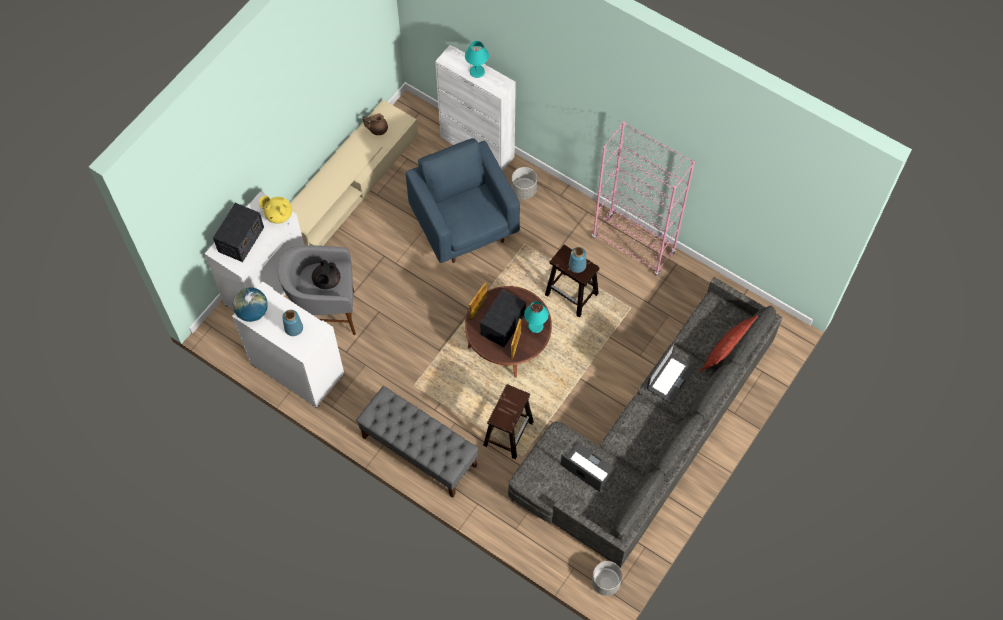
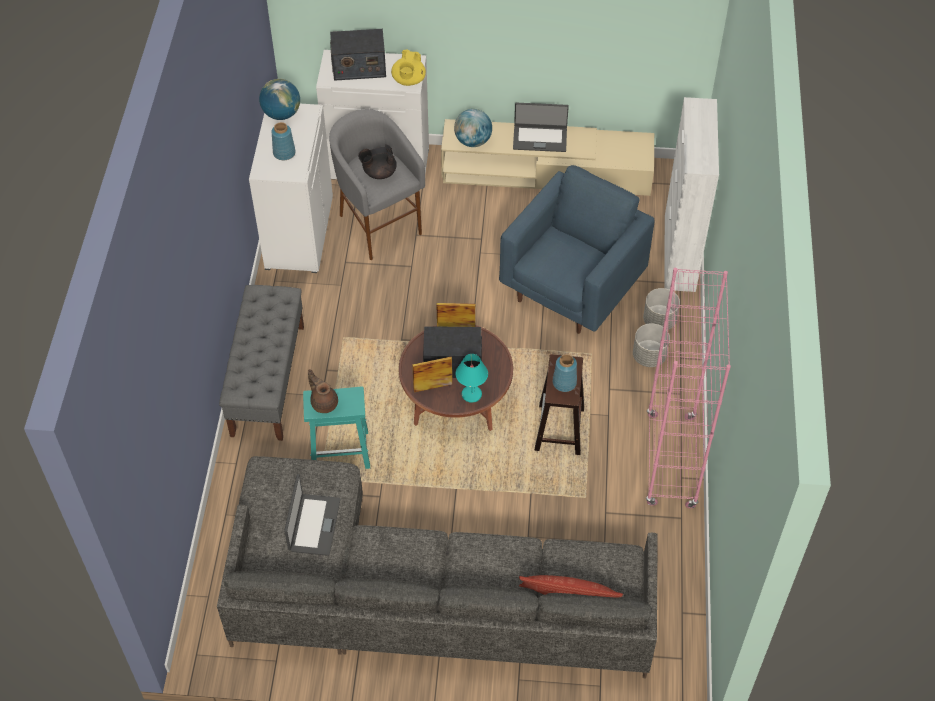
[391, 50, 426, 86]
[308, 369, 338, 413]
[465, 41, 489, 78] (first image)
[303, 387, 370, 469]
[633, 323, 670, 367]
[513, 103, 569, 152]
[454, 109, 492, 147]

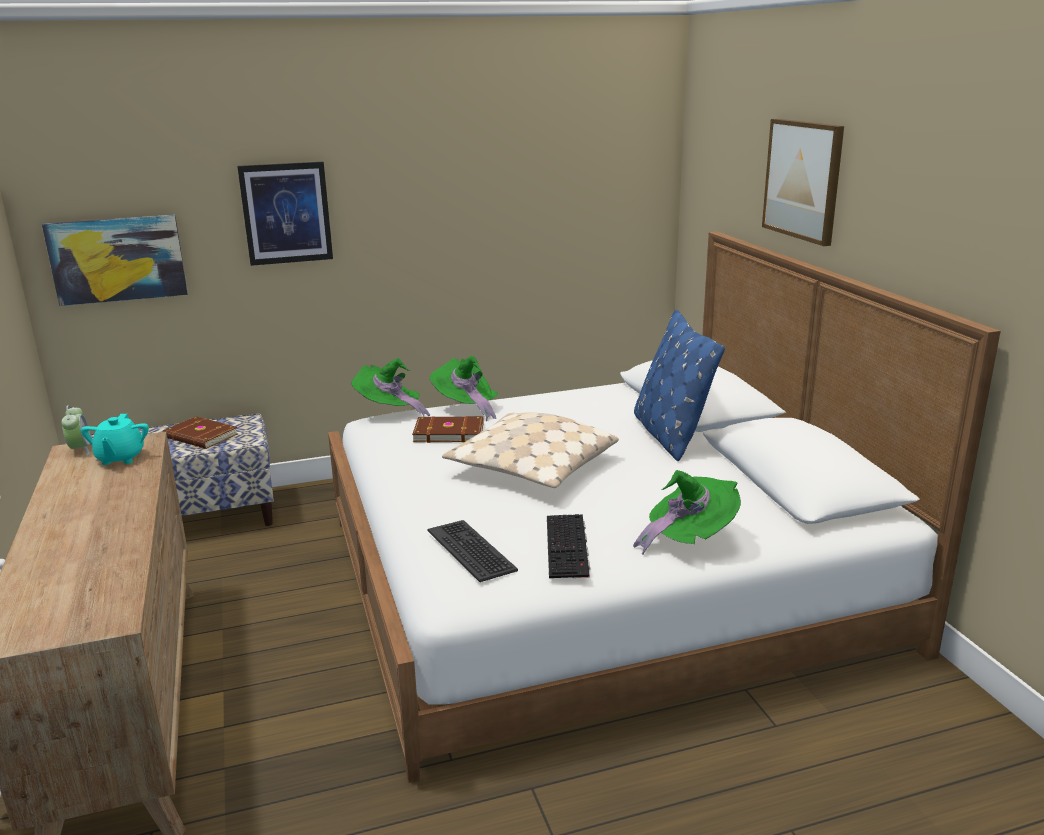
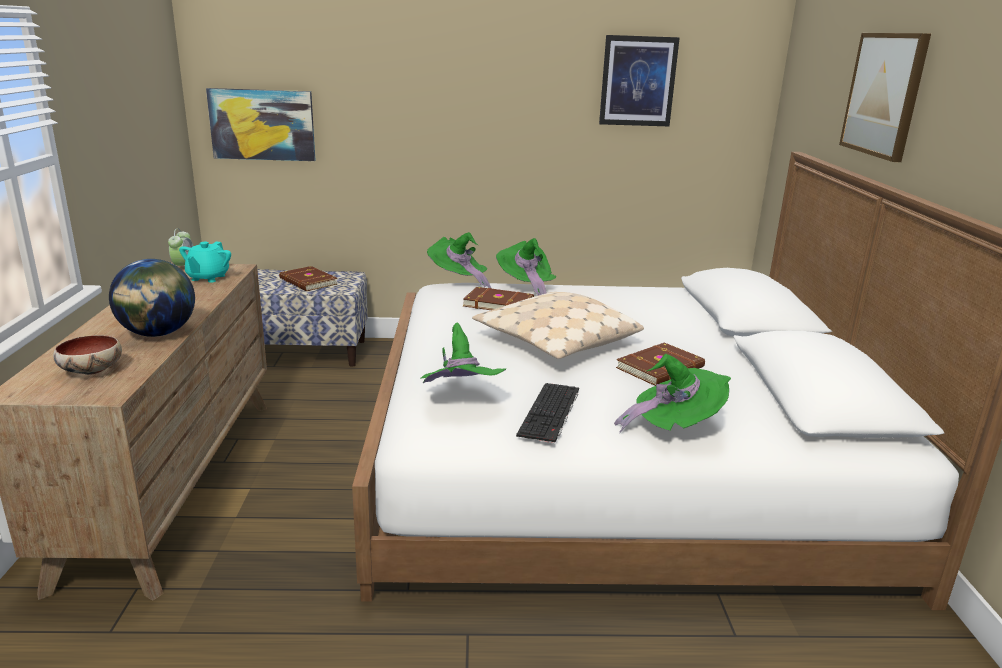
[599, 35, 680, 126]
[420, 322, 506, 383]
[634, 309, 725, 461] (first image)
[53, 335, 122, 375]
[109, 259, 195, 337]
[616, 342, 705, 386]

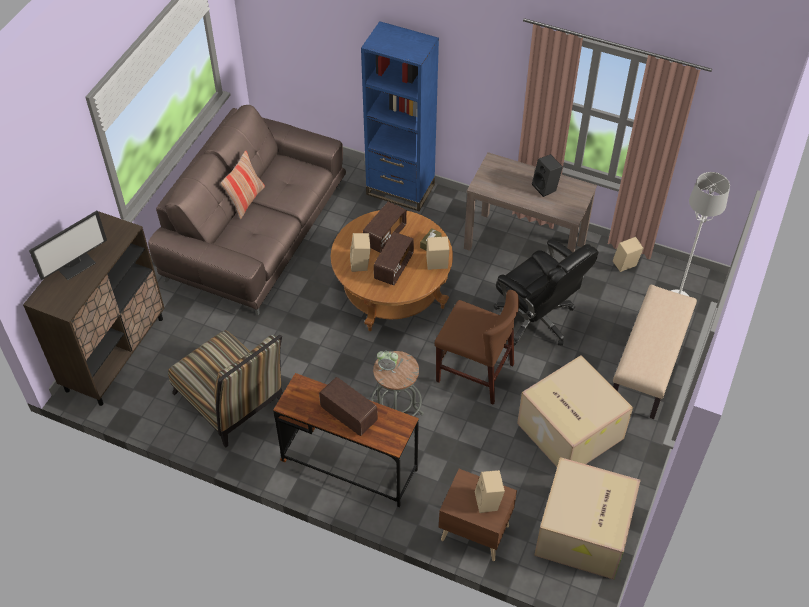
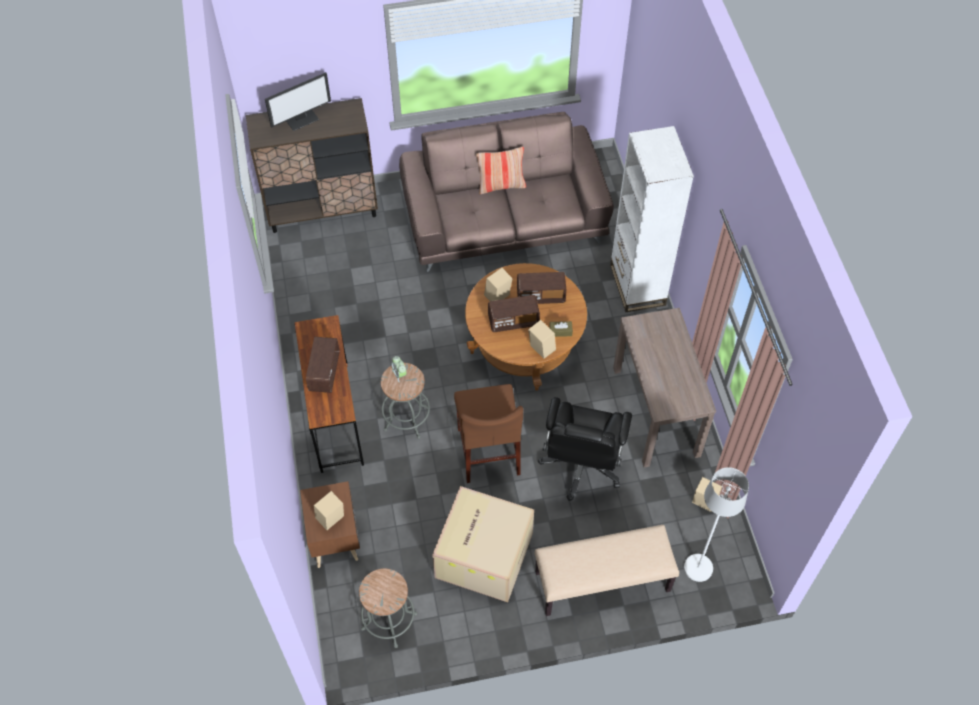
[265, 72, 331, 131]
[168, 330, 283, 447] (first image)
[610, 126, 694, 312]
[532, 154, 563, 197] (first image)
[359, 569, 417, 648]

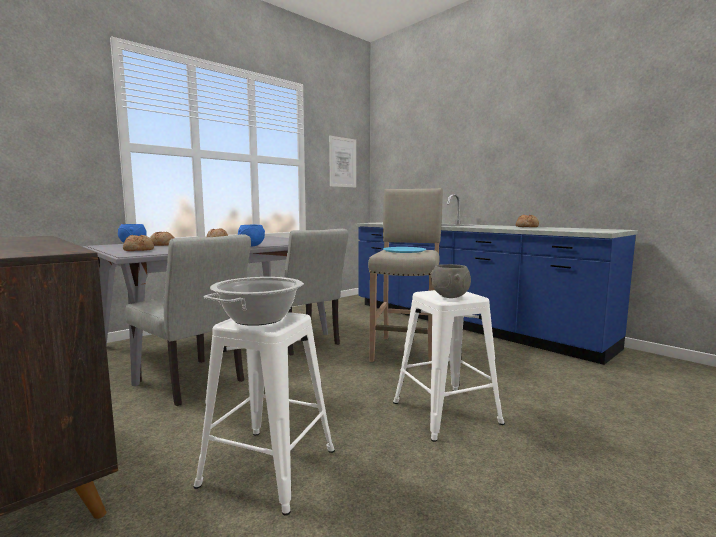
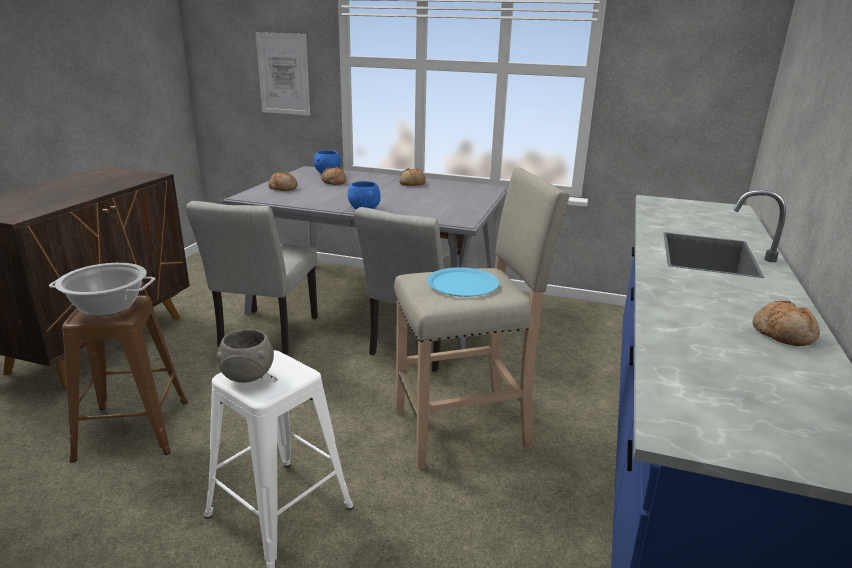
[62, 295, 188, 463]
[256, 32, 310, 115]

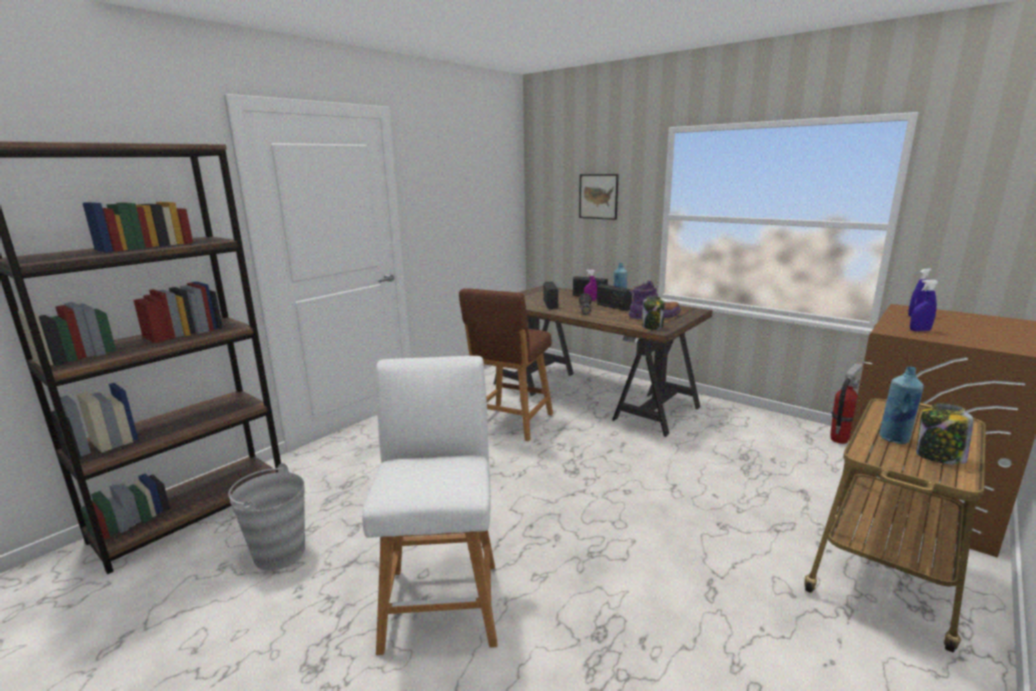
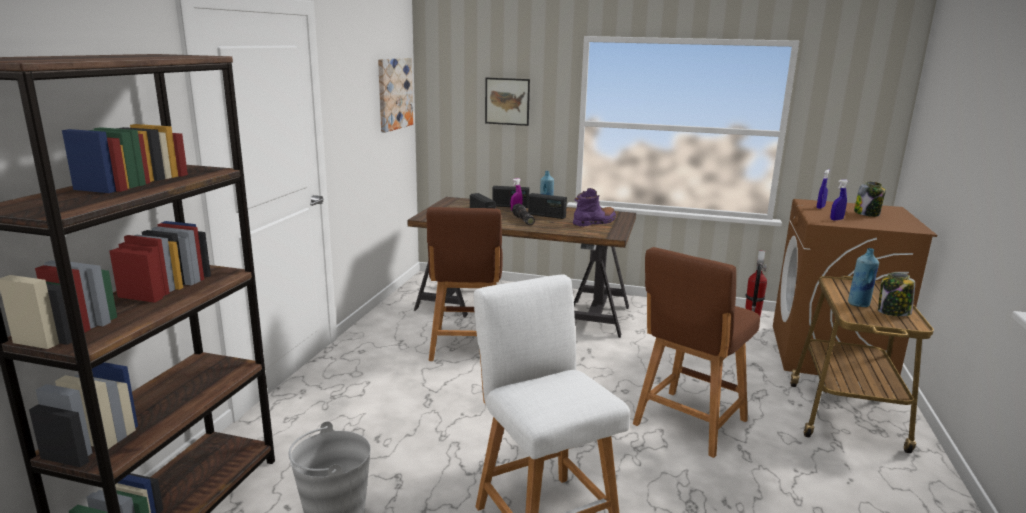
[854, 181, 886, 217]
[378, 58, 413, 133]
[633, 247, 760, 458]

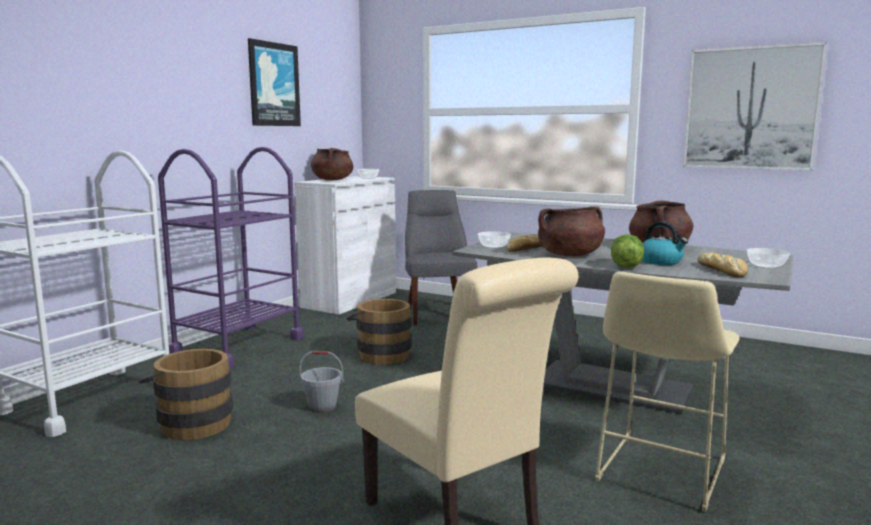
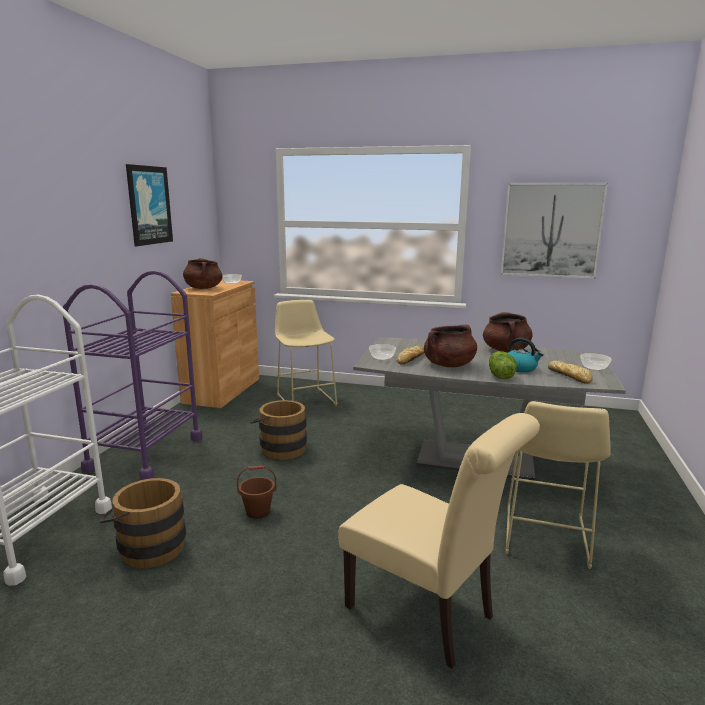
[171, 280, 259, 408]
[237, 466, 277, 519]
[275, 300, 338, 406]

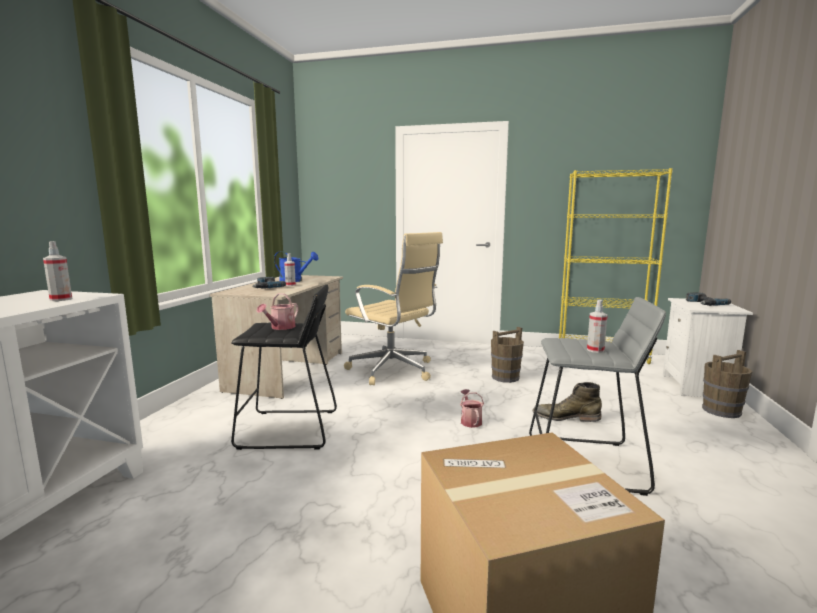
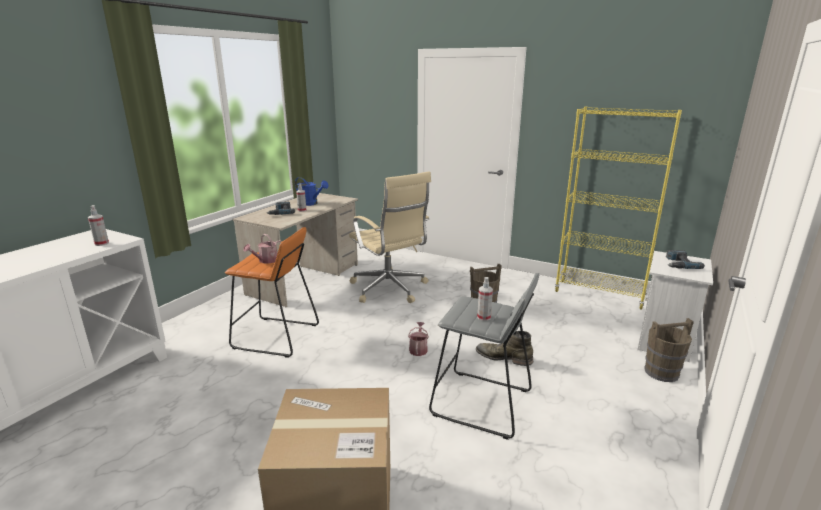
[225, 227, 319, 358]

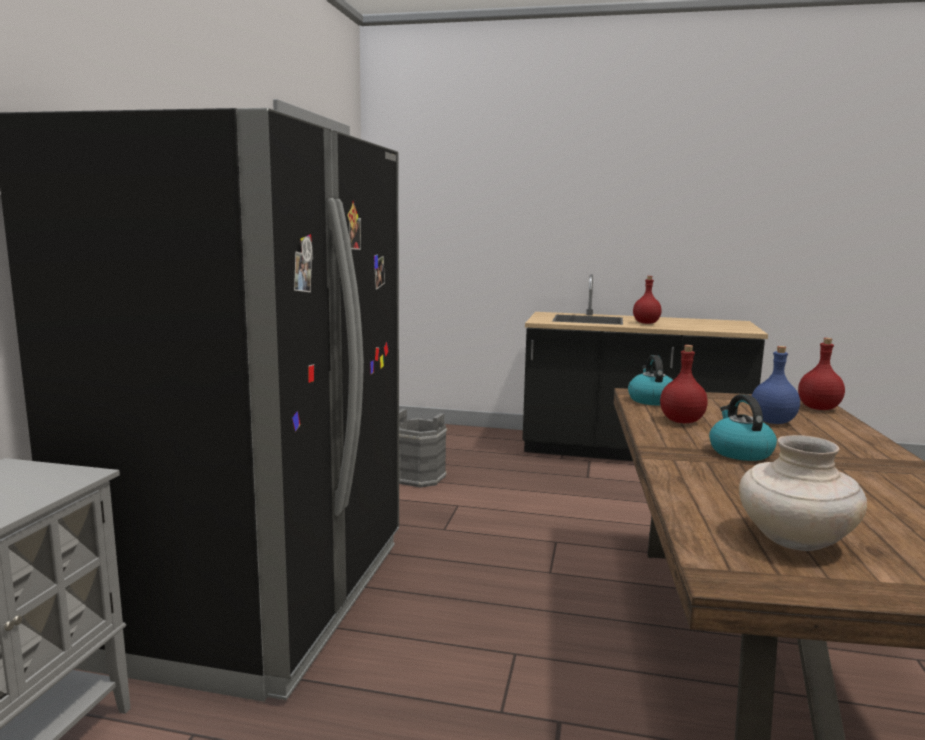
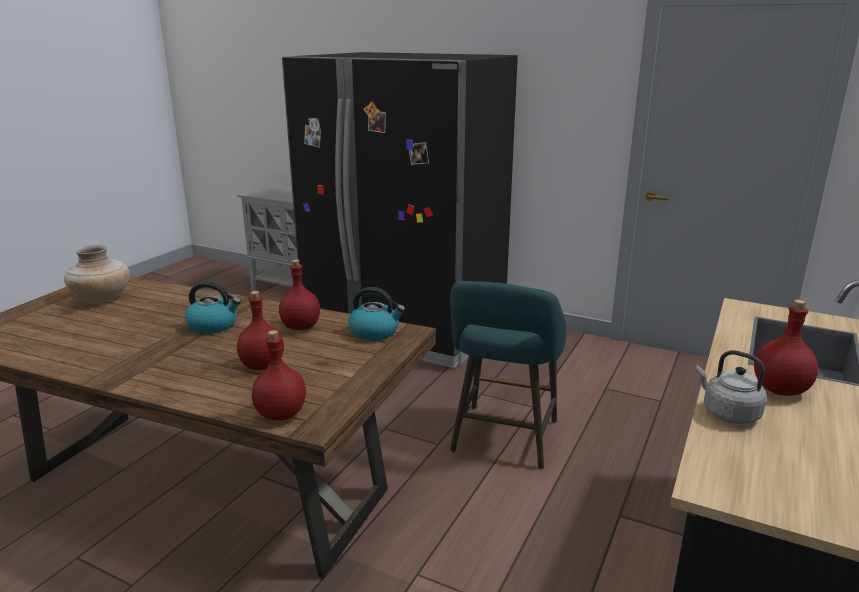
[399, 409, 447, 488] (first image)
[237, 291, 284, 370]
[450, 281, 567, 469]
[696, 350, 767, 424]

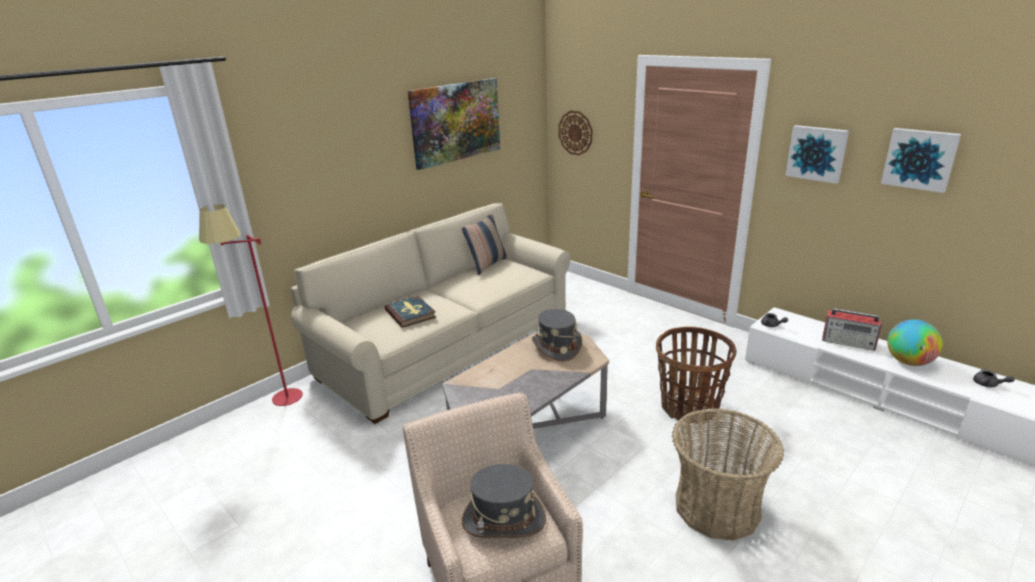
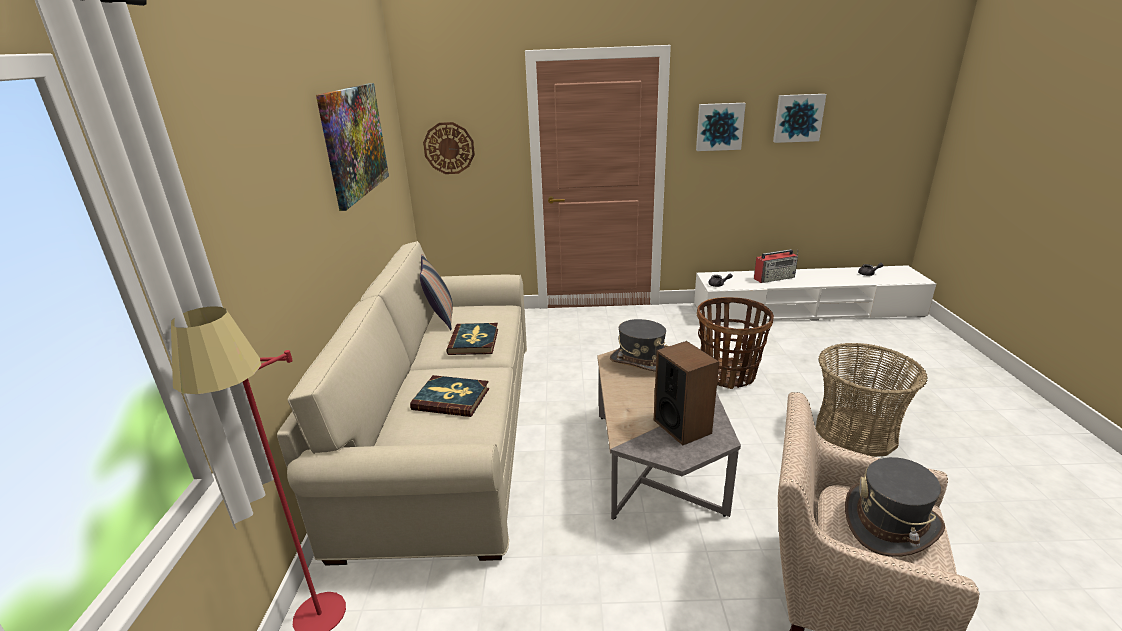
[887, 319, 943, 366] (first image)
[446, 323, 498, 355]
[654, 341, 719, 445]

